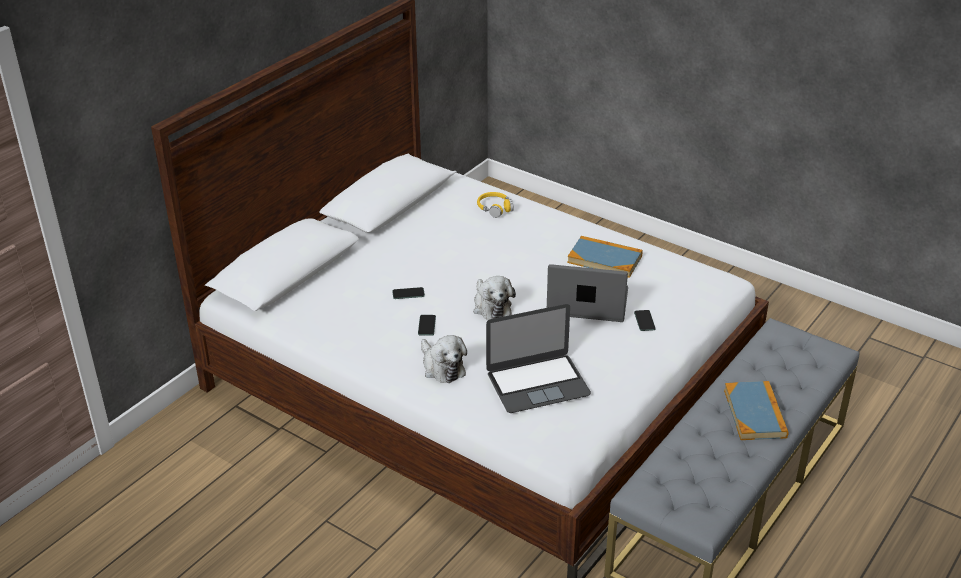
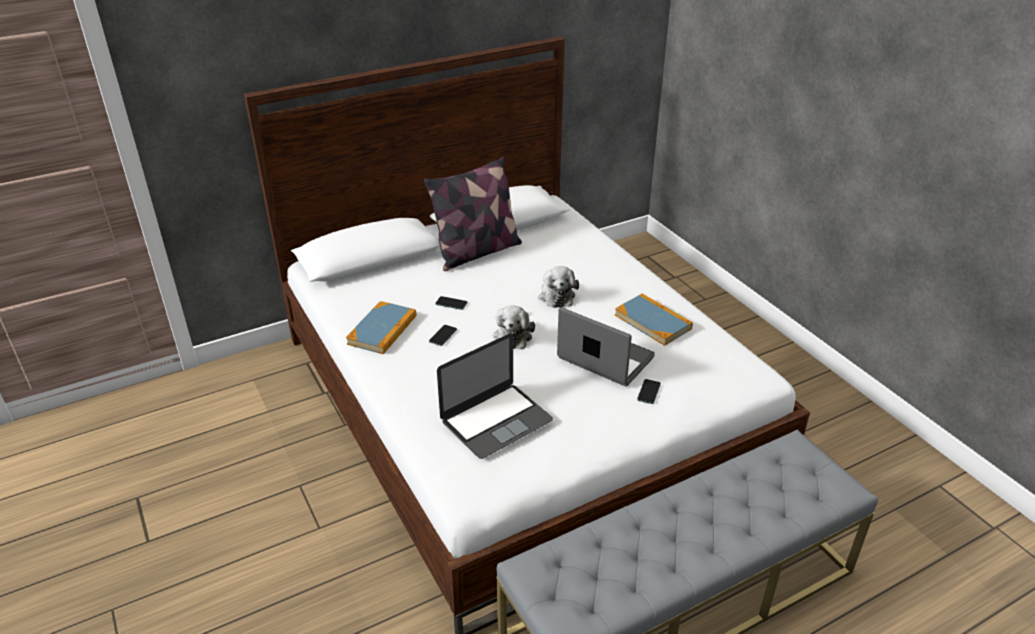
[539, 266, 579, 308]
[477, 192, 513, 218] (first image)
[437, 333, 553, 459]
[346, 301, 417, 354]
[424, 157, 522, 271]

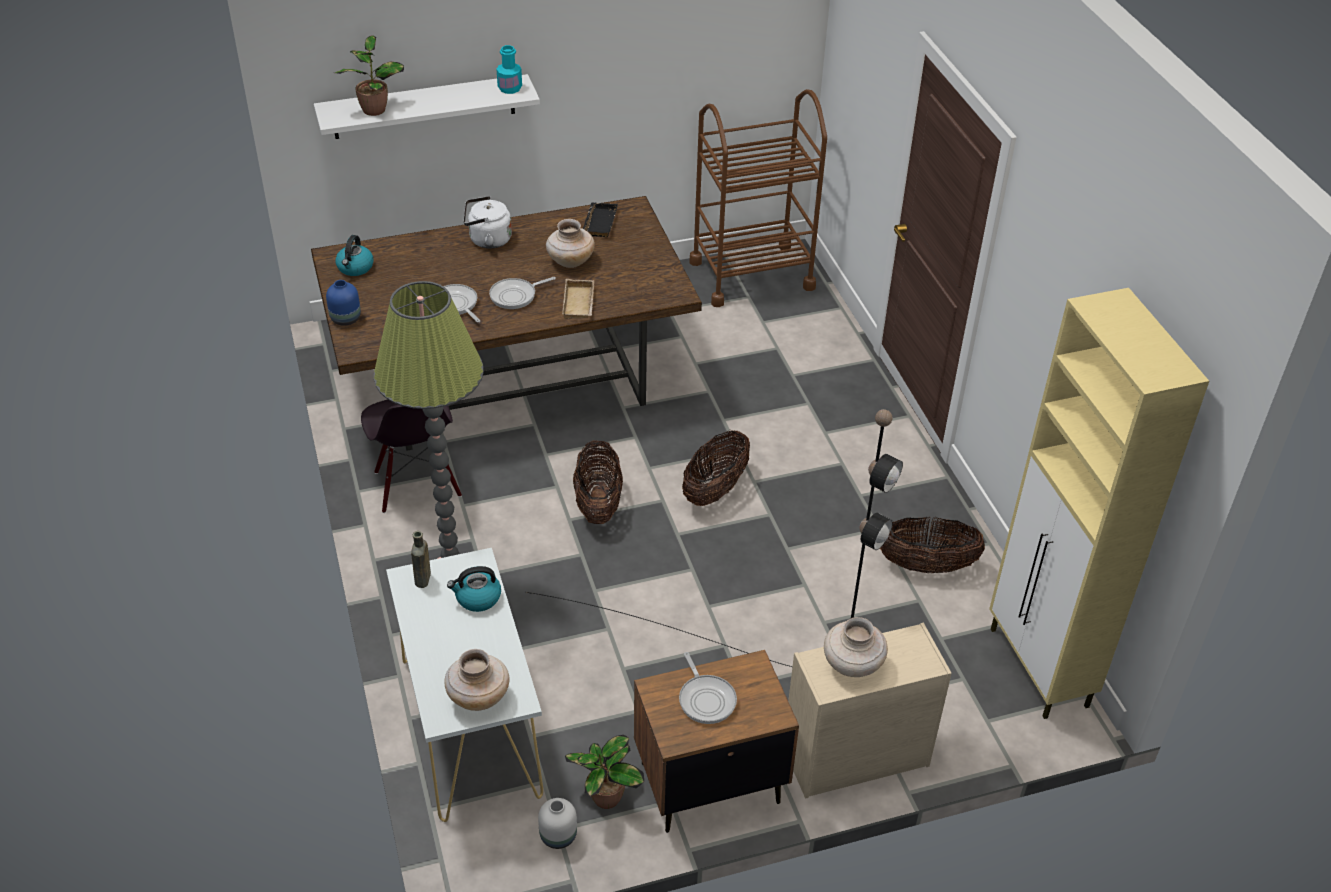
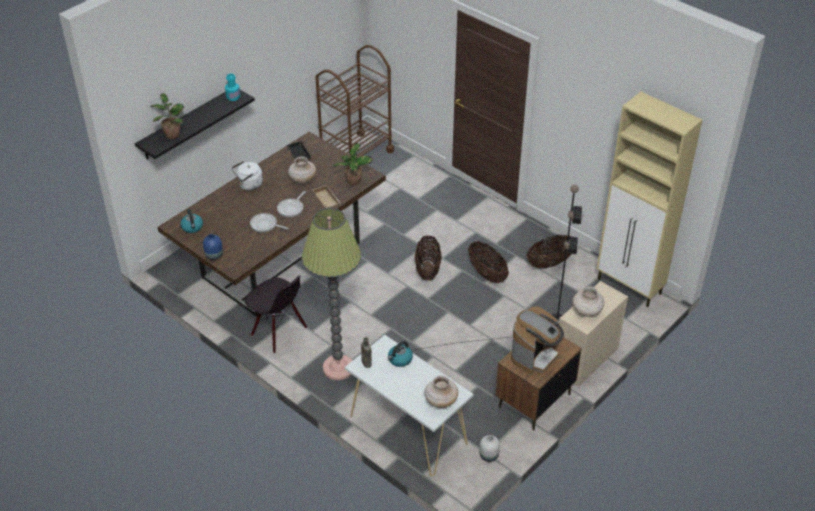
[135, 90, 255, 160]
[333, 143, 373, 185]
[468, 241, 509, 283]
[511, 306, 564, 374]

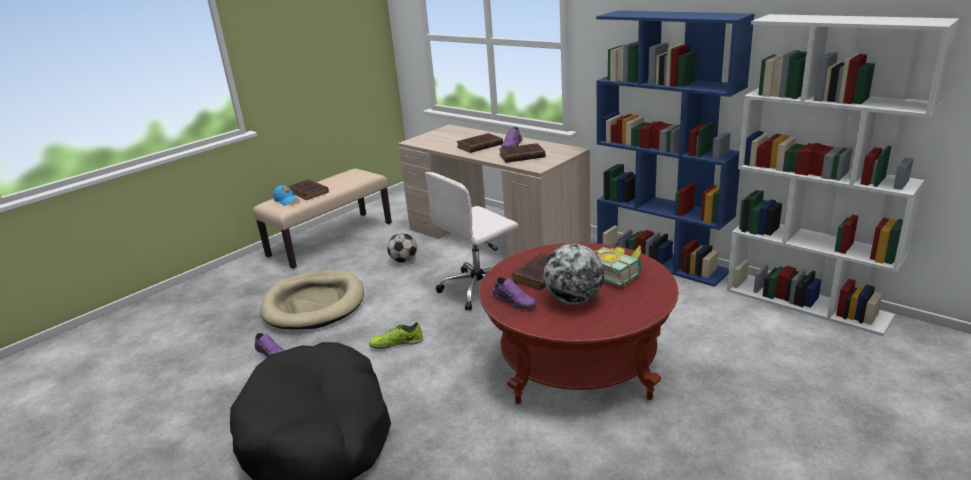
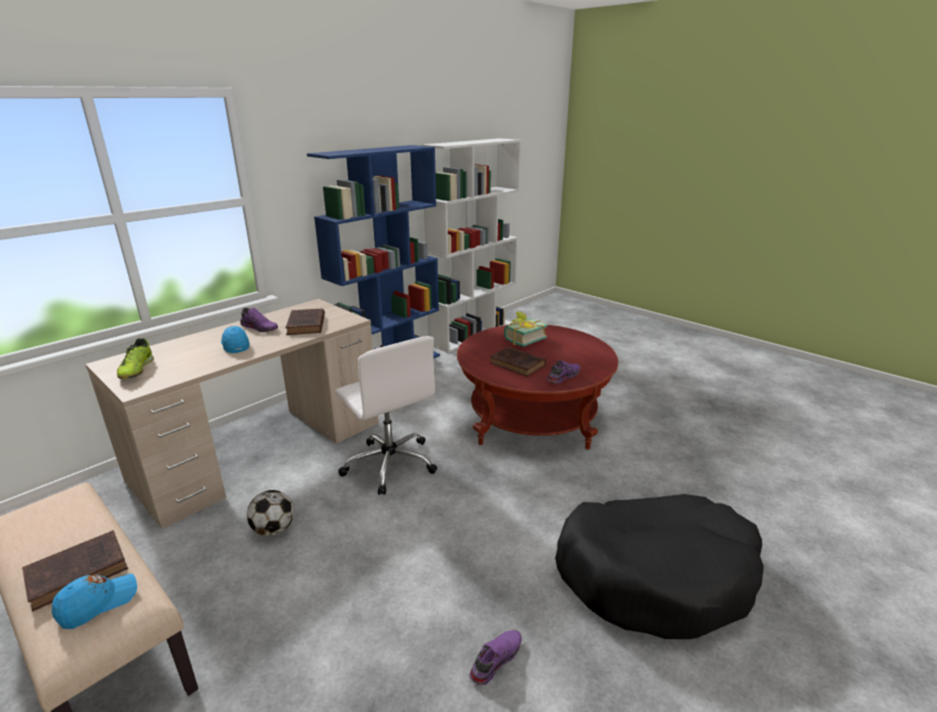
[261, 270, 364, 329] (first image)
[117, 338, 154, 379]
[221, 326, 249, 353]
[543, 244, 604, 305] (first image)

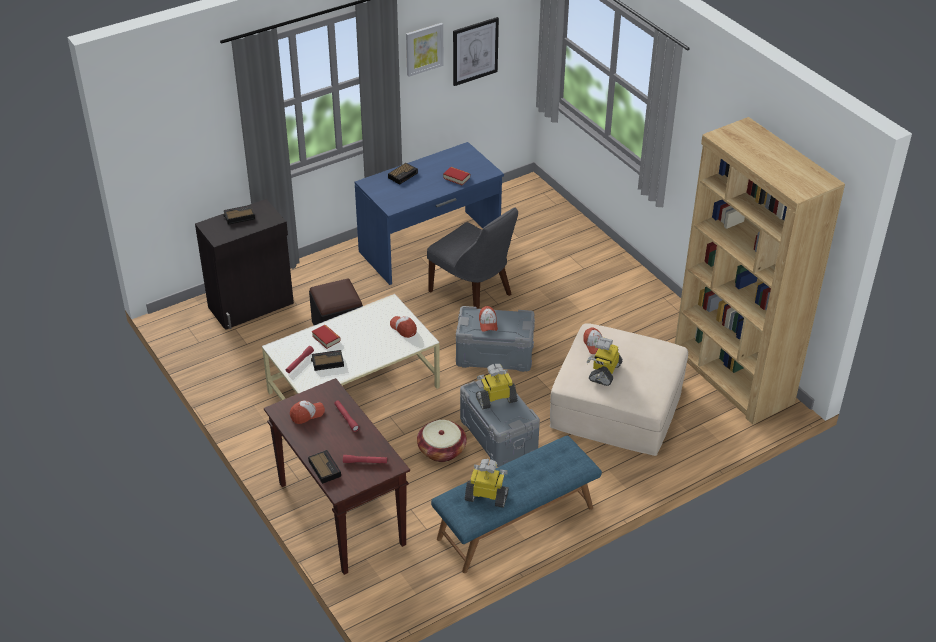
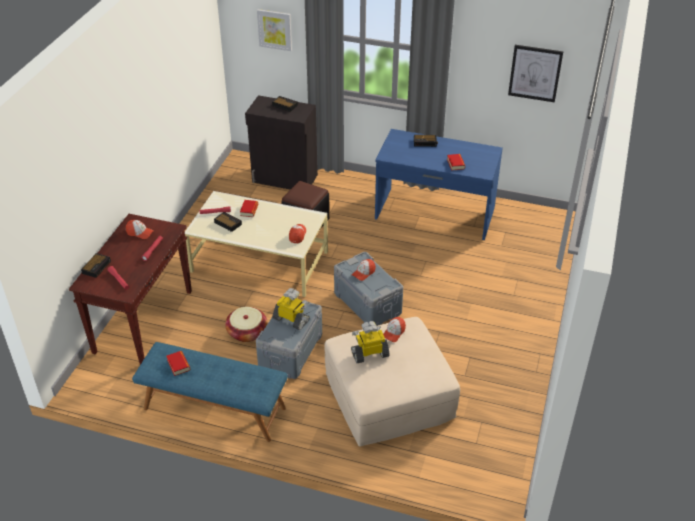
[257, 9, 292, 51]
[427, 208, 518, 309] (first image)
[166, 351, 190, 376]
[675, 117, 845, 425] (first image)

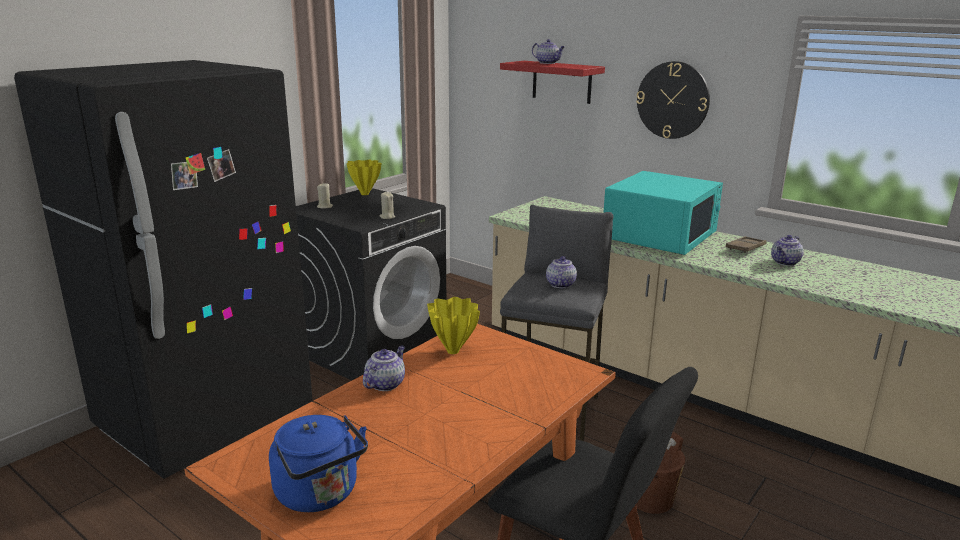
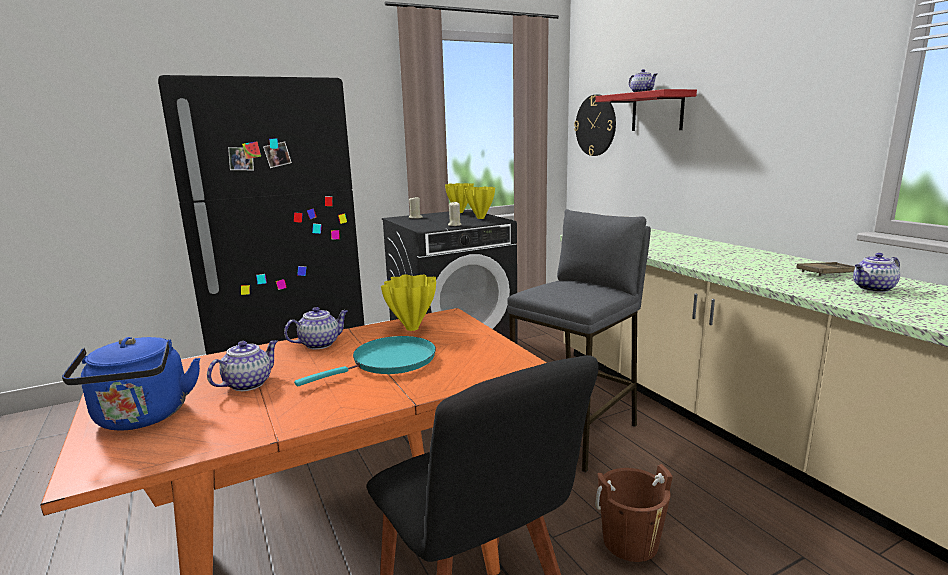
[207, 340, 278, 391]
[603, 171, 723, 255] (first image)
[574, 95, 616, 156]
[294, 336, 436, 387]
[464, 187, 495, 219]

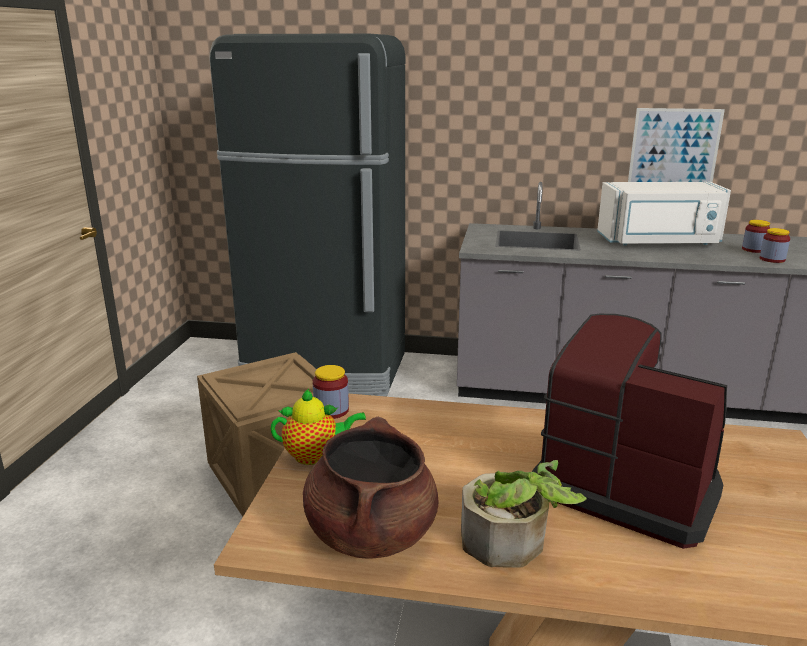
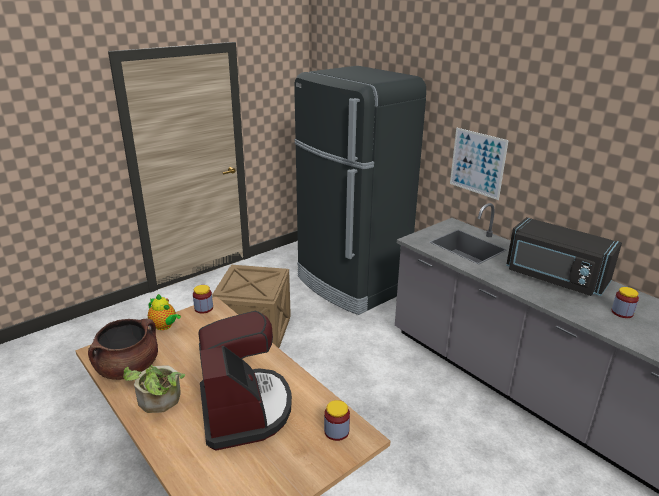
[506, 217, 622, 296]
[450, 128, 509, 200]
[324, 400, 350, 441]

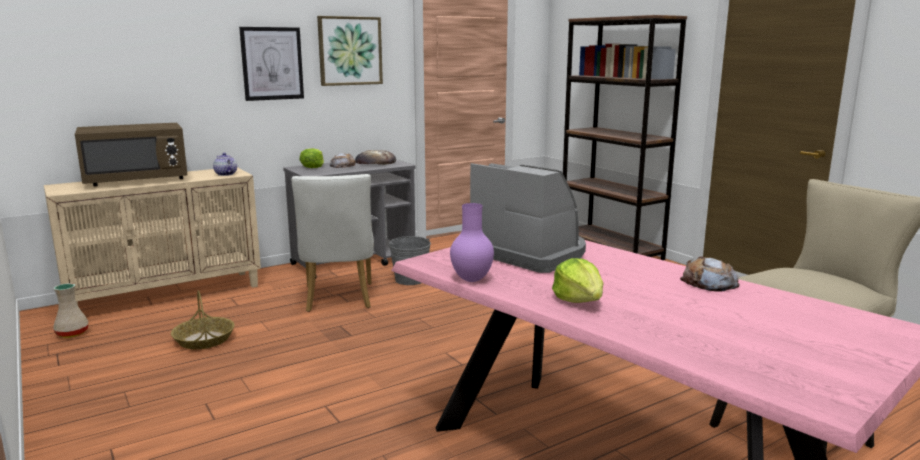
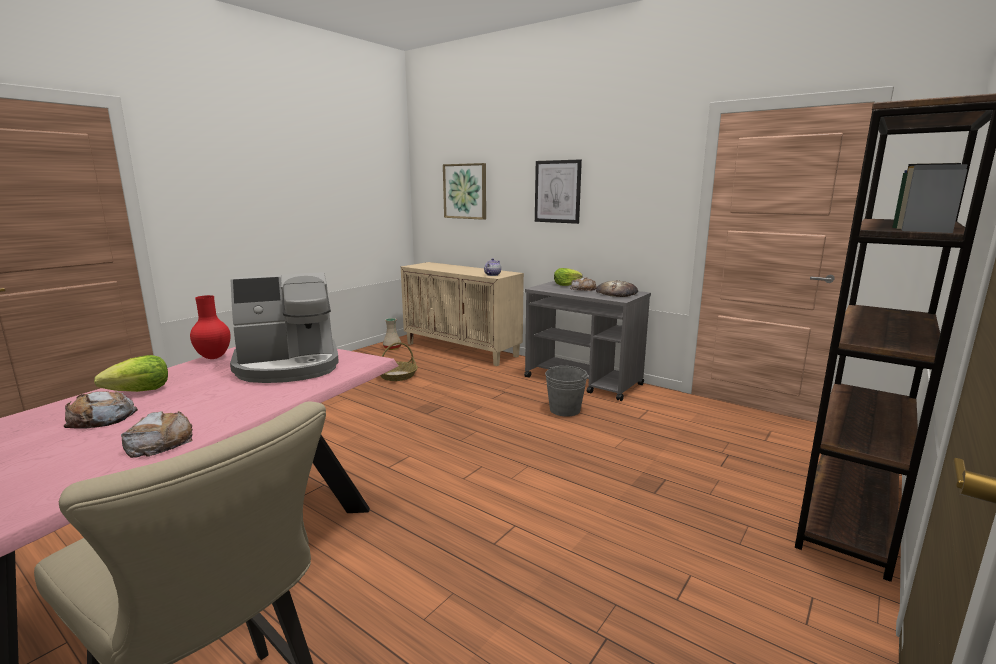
[75, 123, 187, 186] (first image)
[291, 174, 374, 312] (first image)
[443, 163, 486, 220]
[190, 295, 230, 359]
[230, 272, 339, 383]
[64, 391, 138, 429]

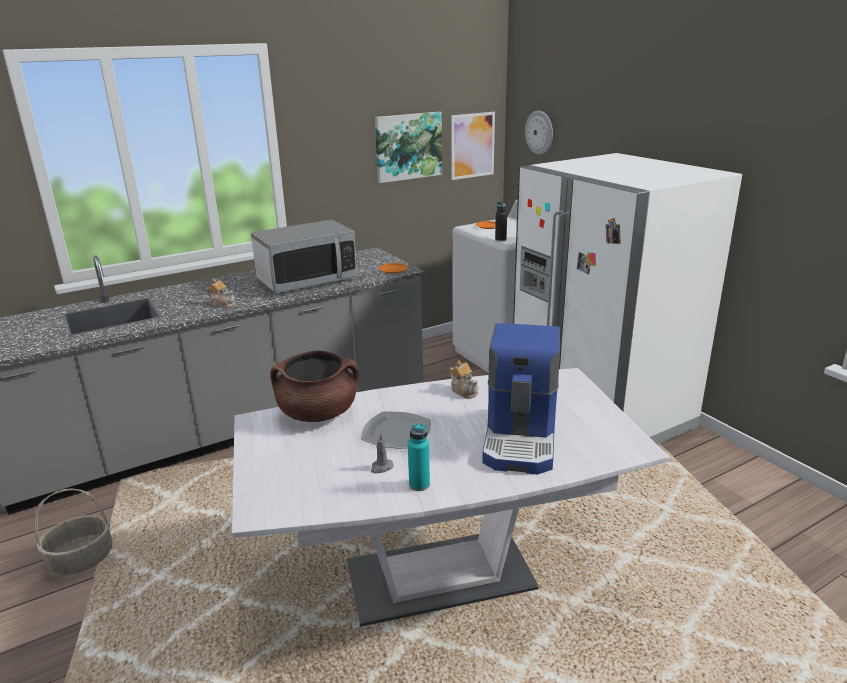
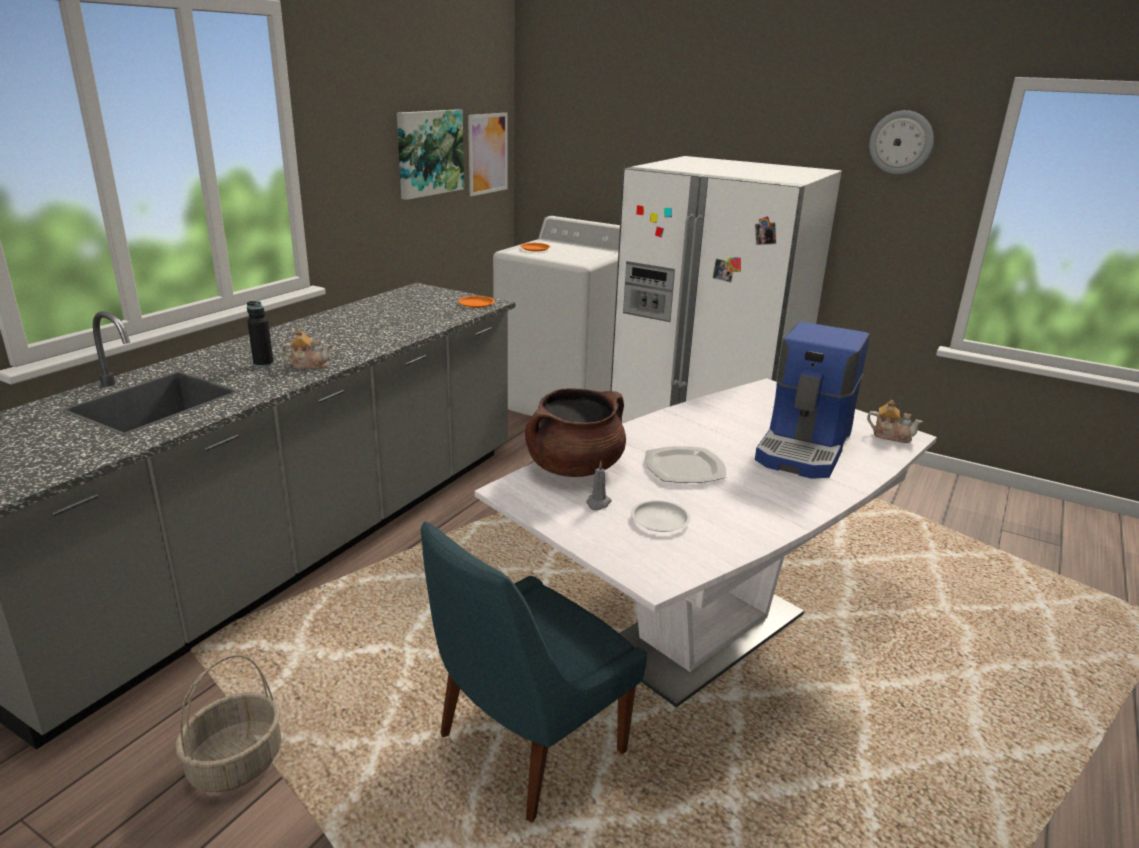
[251, 220, 357, 293] (first image)
[586, 461, 612, 511]
[408, 423, 430, 491] (first image)
[867, 400, 923, 443]
[755, 322, 870, 479]
[247, 301, 274, 367]
[869, 110, 934, 174]
[421, 521, 647, 823]
[631, 500, 691, 532]

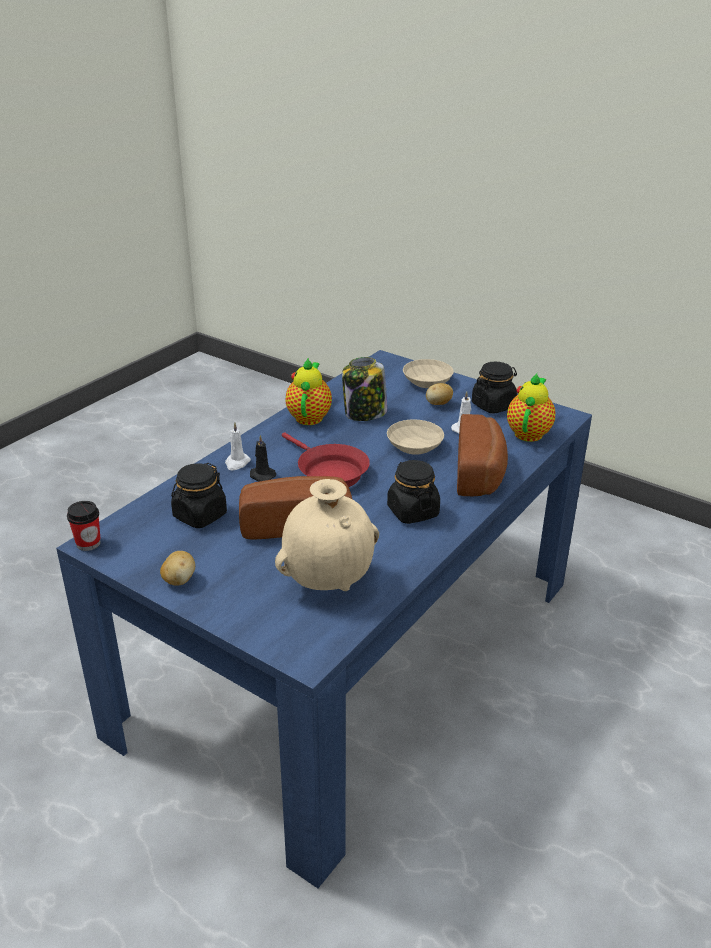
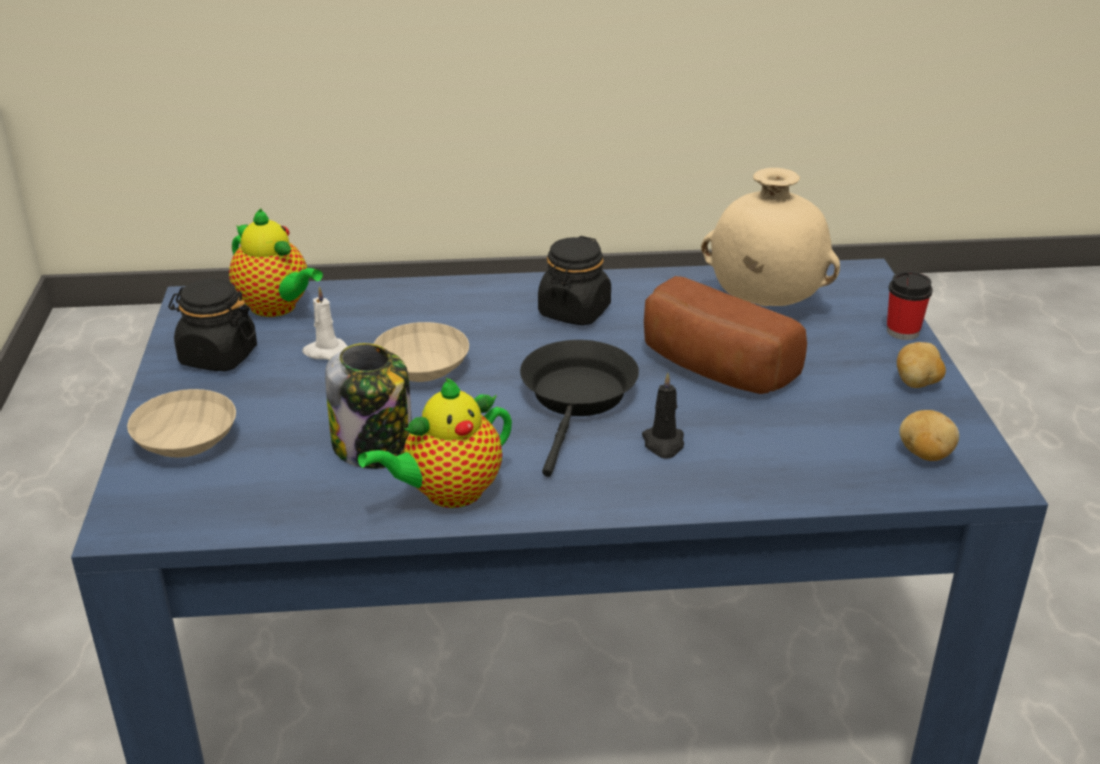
[887, 271, 933, 340]
[171, 463, 227, 528] (first image)
[225, 422, 251, 470] (first image)
[520, 340, 639, 477]
[899, 410, 959, 461]
[457, 414, 508, 496] (first image)
[229, 209, 323, 317]

